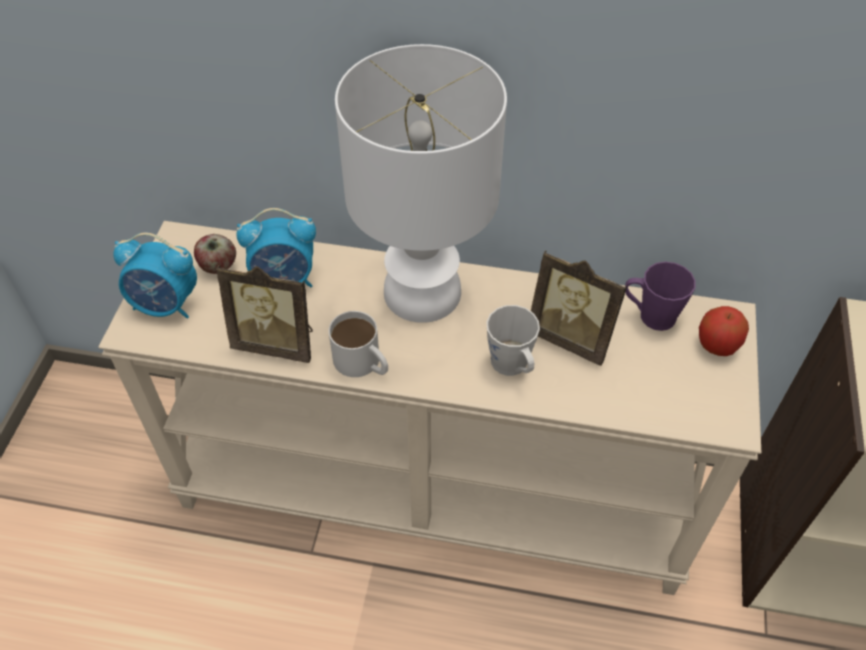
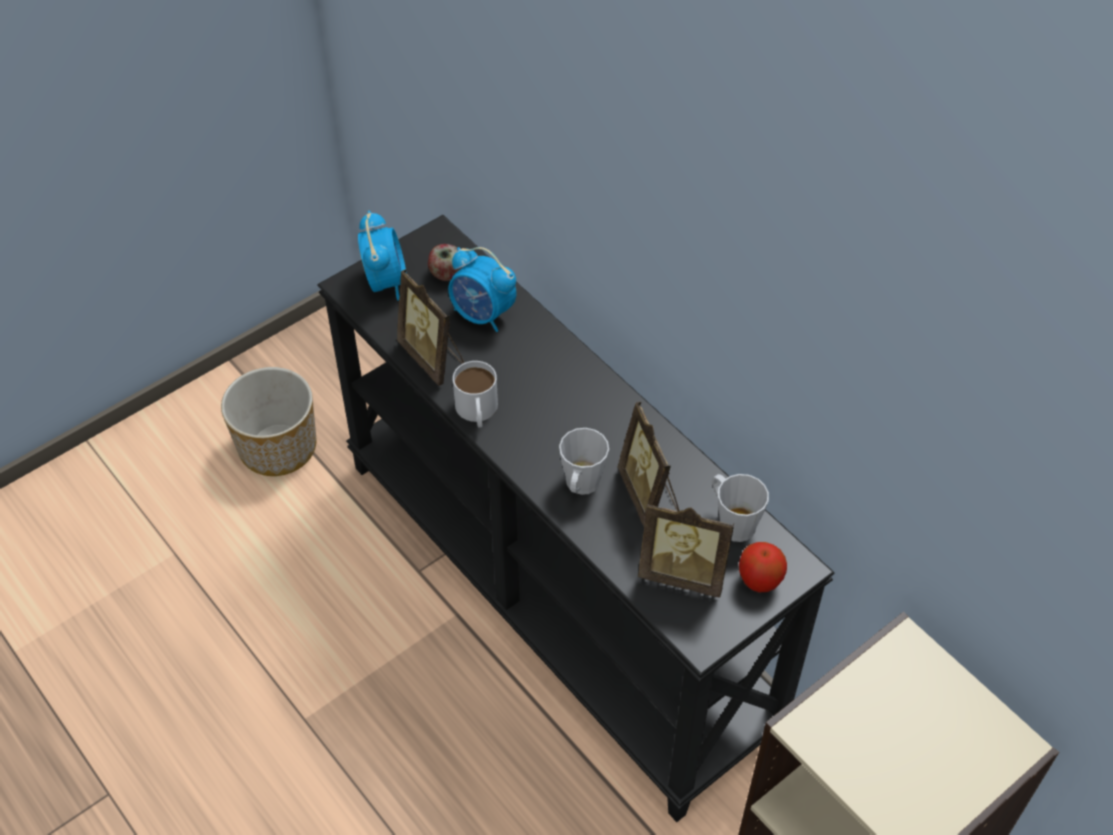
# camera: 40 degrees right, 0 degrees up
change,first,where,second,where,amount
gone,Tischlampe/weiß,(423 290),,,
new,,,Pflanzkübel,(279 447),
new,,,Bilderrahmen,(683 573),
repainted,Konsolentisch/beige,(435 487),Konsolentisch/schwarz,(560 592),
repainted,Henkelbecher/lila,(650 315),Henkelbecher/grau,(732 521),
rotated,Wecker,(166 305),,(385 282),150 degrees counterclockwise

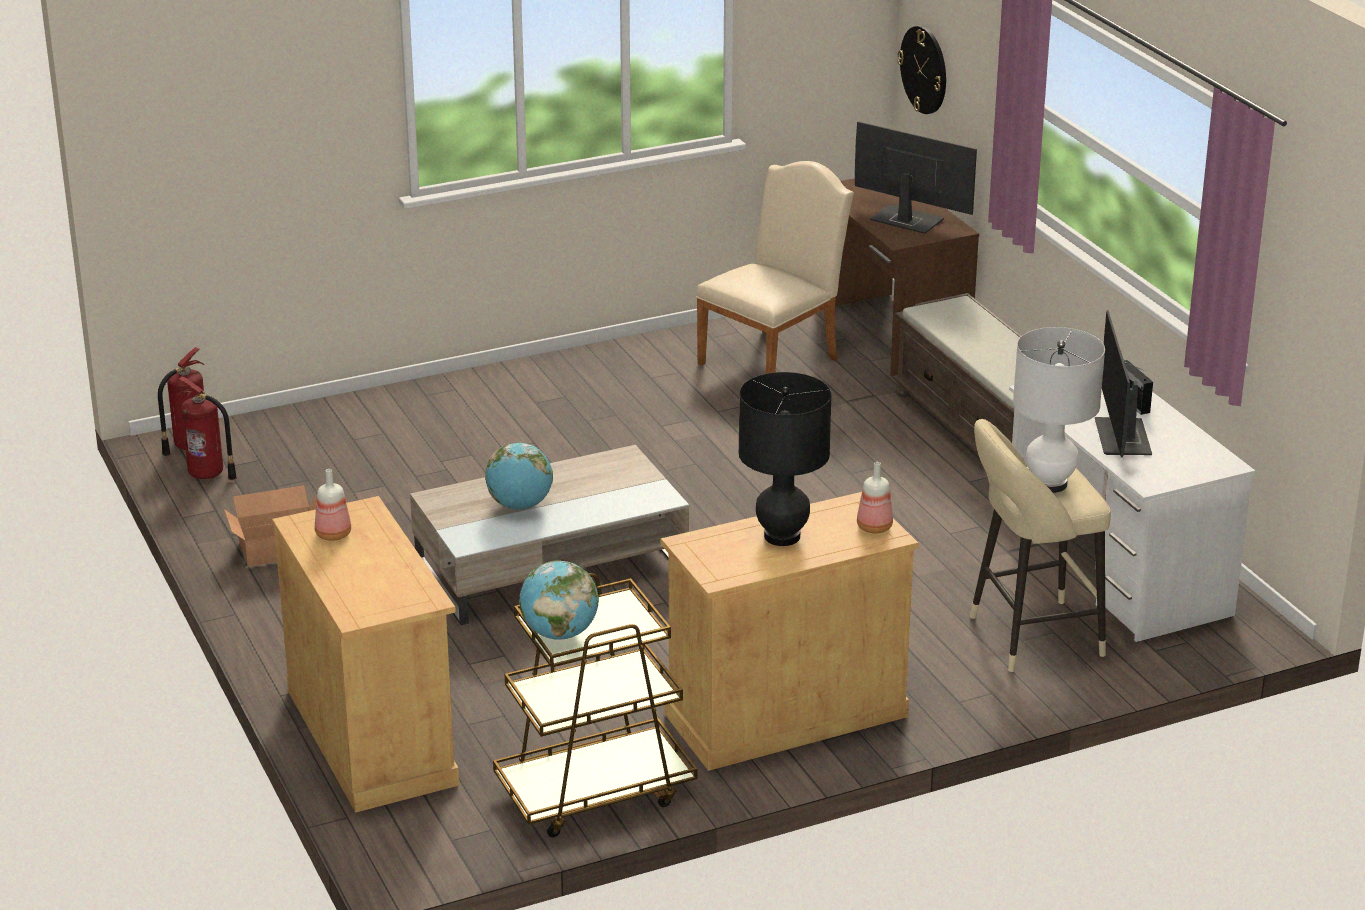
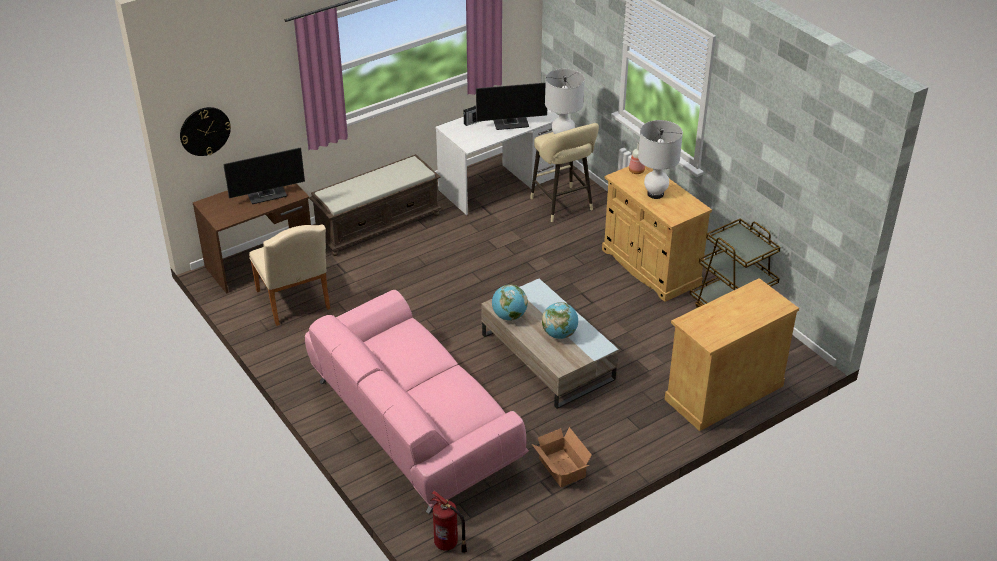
# camera: 100 degrees left, 10 degrees up
change,first,where,second,where,amount
gone,Feuerlöscher,(208 474),,,
gone,Flasche,(332 534),,,
new,,,Sofa/rosa,(413 424),
shifted,Globus,(559 633),,(509 316),
repainted,Tischlampe/schwarz,(782 536),Tischlampe/weiß,(655 194),
rotated,Stuhl/beige,(774 358),,(294 303),150 degrees counterclockwise
rotated,Monitor,(905 220),,(267 194),135 degrees counterclockwise

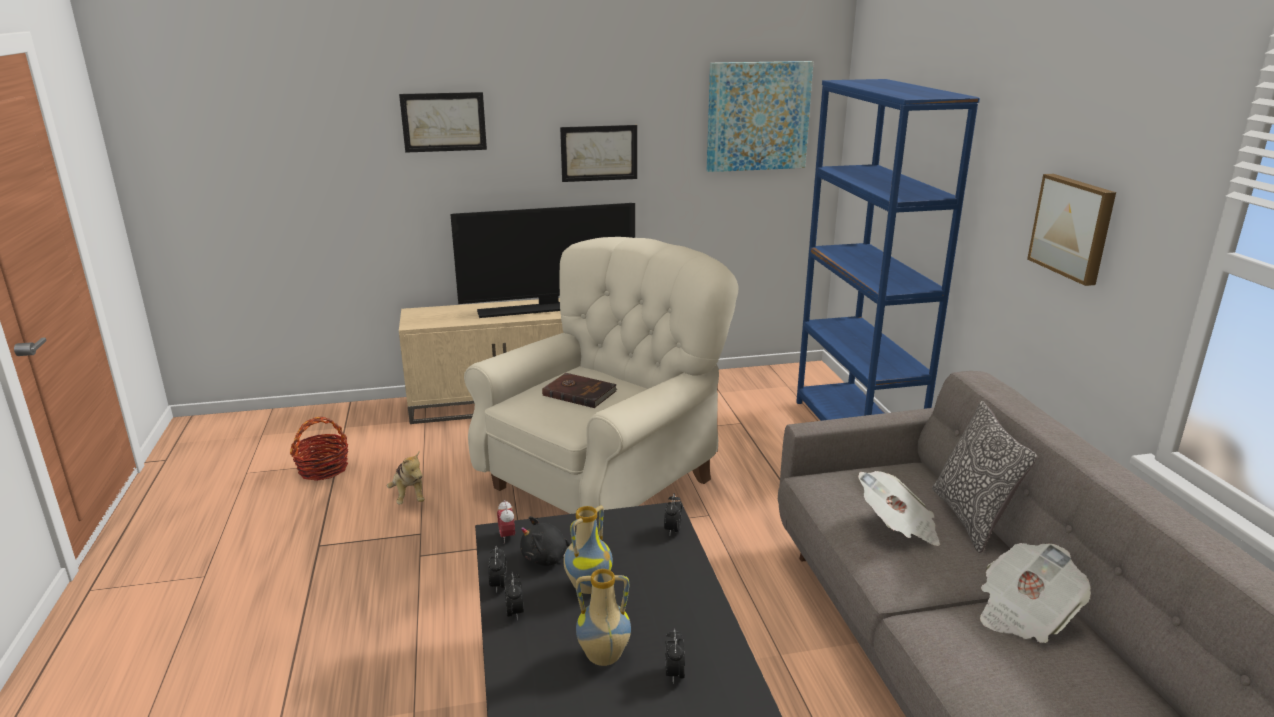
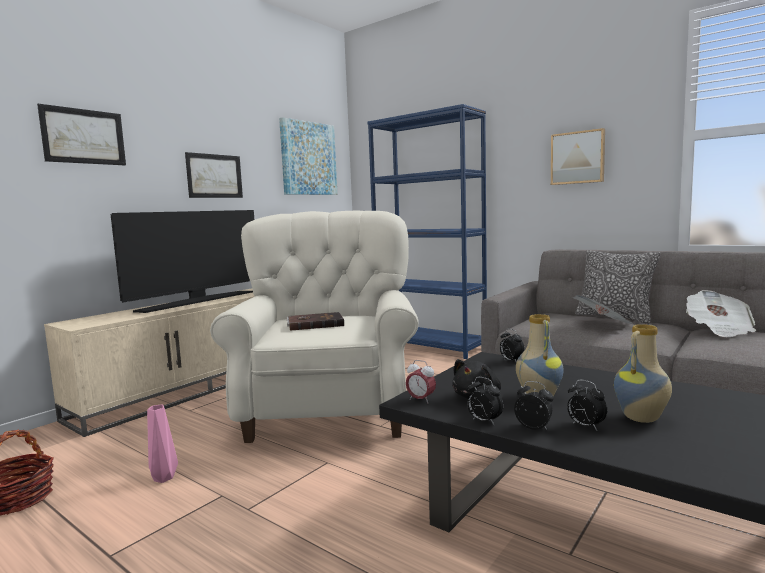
# camera: 40 degrees left, 15 degrees down
change,first,where,second,where,amount
shifted,Wecker,(674 673),,(585 426),
swapped,Plüschtier,(409 496),Vase/rosa,(165 478),

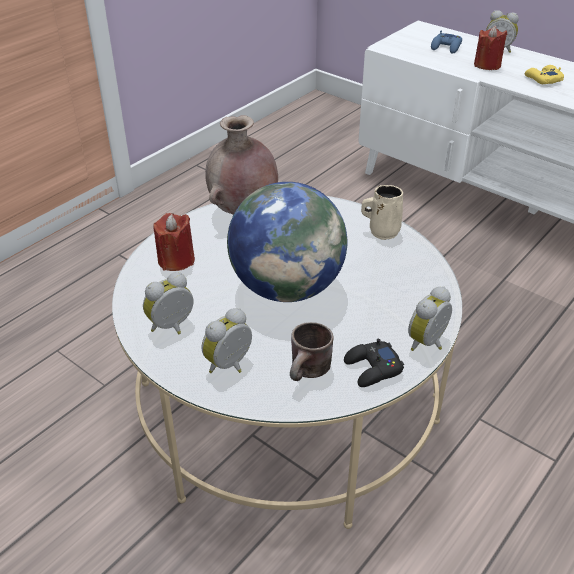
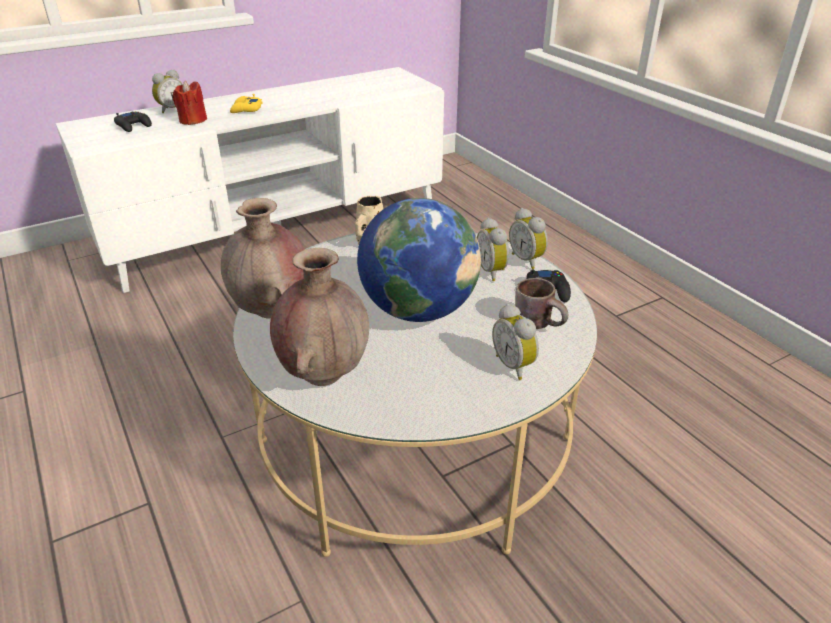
# camera: 70 degrees left, 5 degrees down
change,first,where,second,where,amount
shifted,Wecker,(173 327),,(493 271),
swapped,Kerze/rot,(176 260),Vase/braun,(324 373),
repainted,Gamepad/blau,(446 47),Gamepad/schwarz,(133 126),

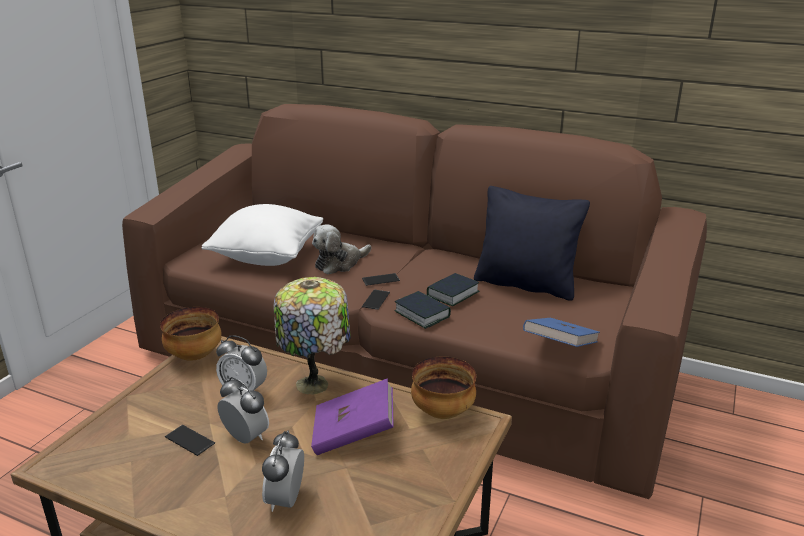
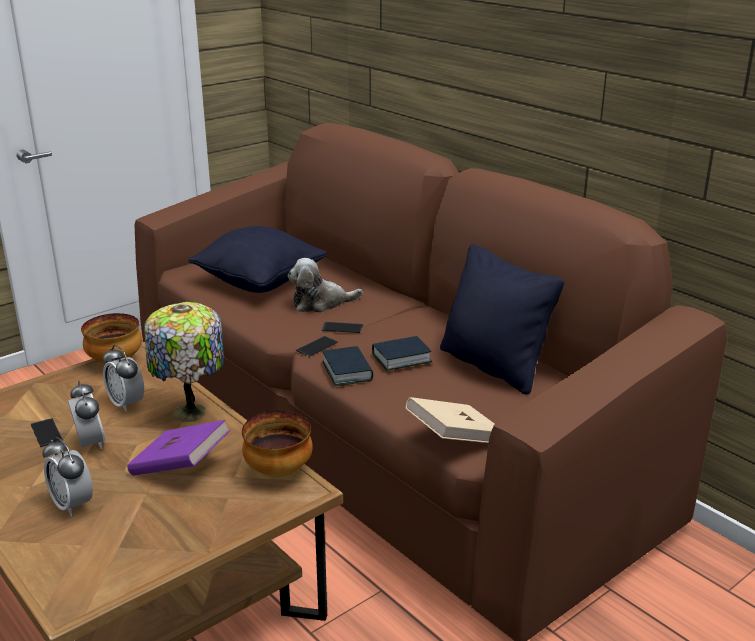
# camera: 25 degrees right, 0 degrees up
change,first,where,second,where,amount
repainted,Kissen/weiß,(267 257),Kissen/schwarz,(260 283),
repainted,Buch/blau,(560 347),Buch/beige,(454 439),
rotated,Wecker,(286 500),,(72 504),75 degrees counterclockwise

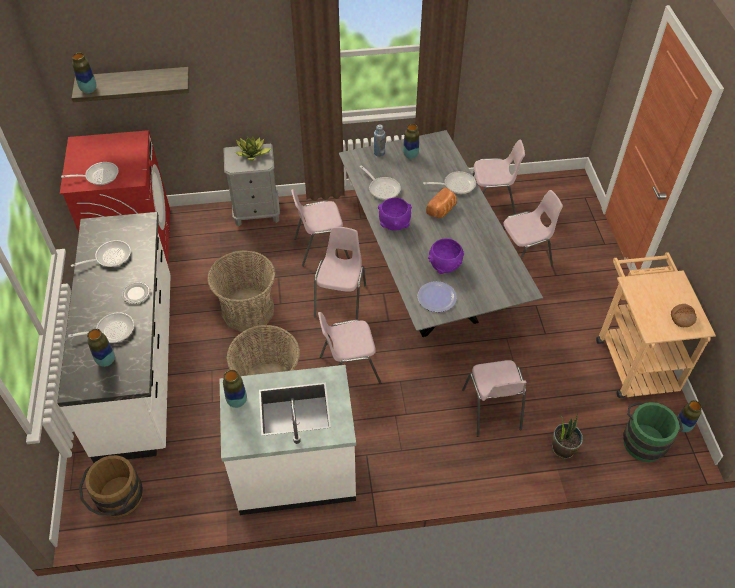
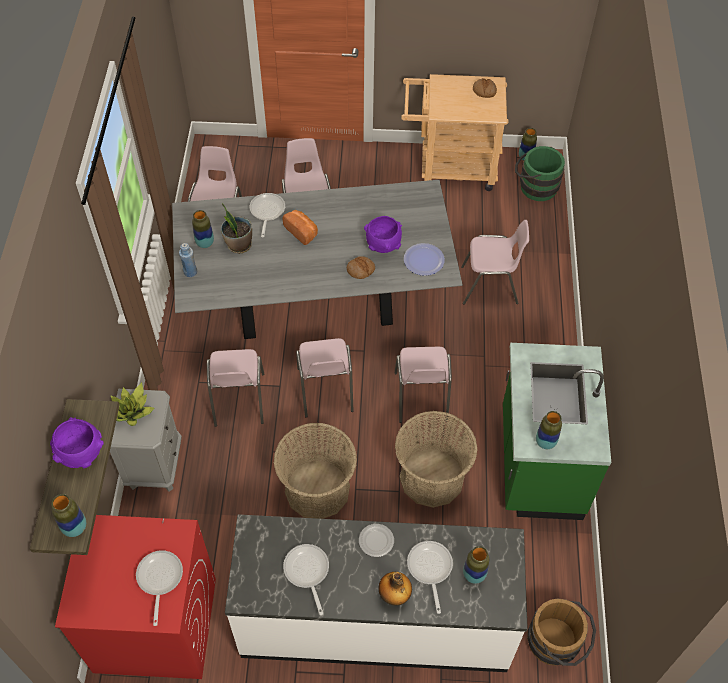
# camera: 80 degrees left, 5 degrees up
change,first,where,second,where,amount
gone,Pfanne,(382 188),,,
new,,,Brot,(360 270),
new,,,Flasche,(394 595),
shifted,Schüssel/lila,(394 224),,(81 454),
shifted,Topfpflanze,(563 448),,(238 245),
repainted,Küchenzeile/weiß,(295 471),Küchenzeile/grün,(538 463),
rotated,Stuhl/rosa,(341 300),,(325 390),120 degrees counterclockwise

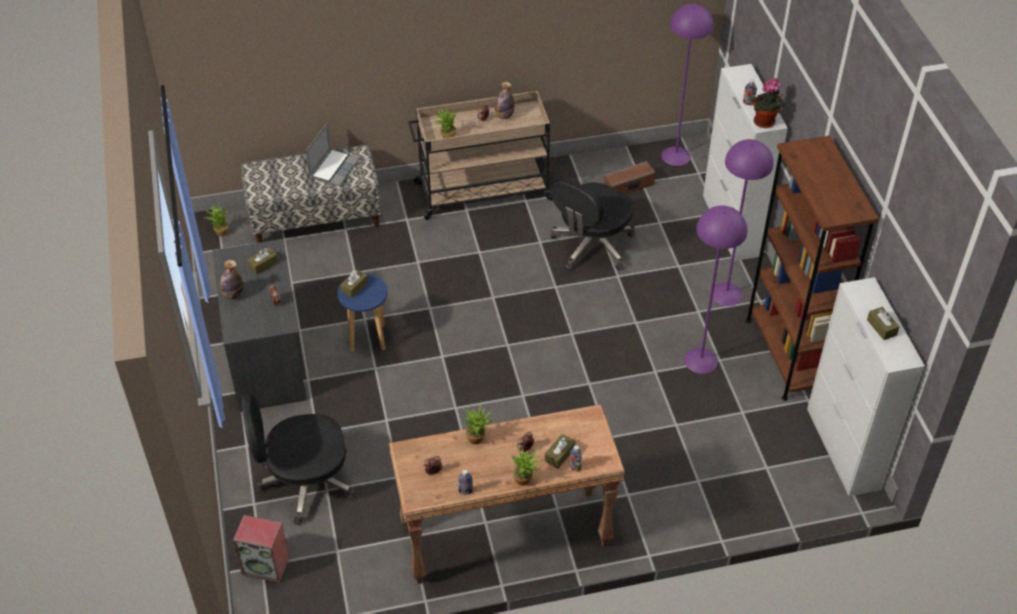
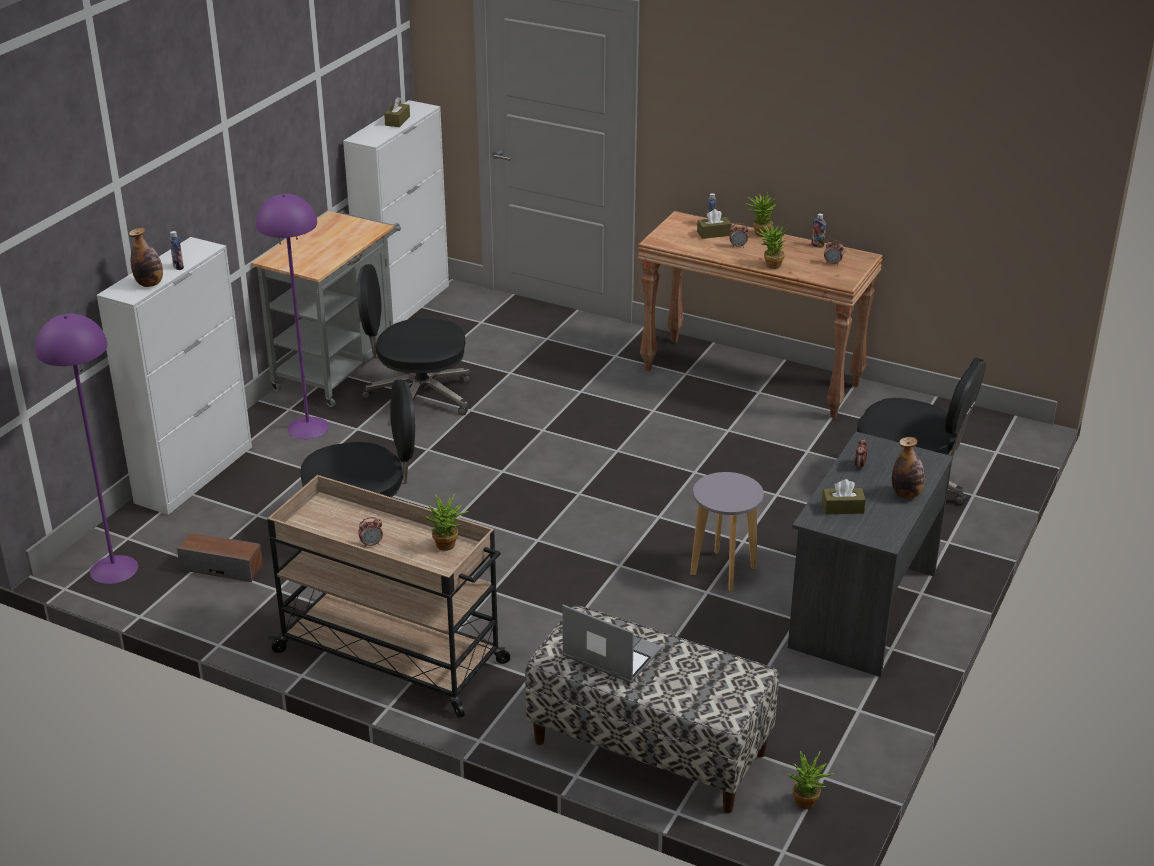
# camera: 140 degrees left, 15 degrees down
change,first,where,second,where,amount
gone,Lautsprecher,(266 565),,,
gone,Taschentuchbox/braun,(354 287),,,
gone,Topfpflanze,(765 123),,,
shifted,Flasche,(504 116),,(150 284),
swapped,Stehlampe/lila,(701 360),Bürostuhl/schwarz,(417 397),
swapped,Bücherregal/braun,(786 355),Rollwagen/grau,(340 367),
repainted,Hocker/blau,(368 338),Hocker/grau,(723 571),
rotated,Laptop,(334 168),,(610 654),60 degrees clockwise

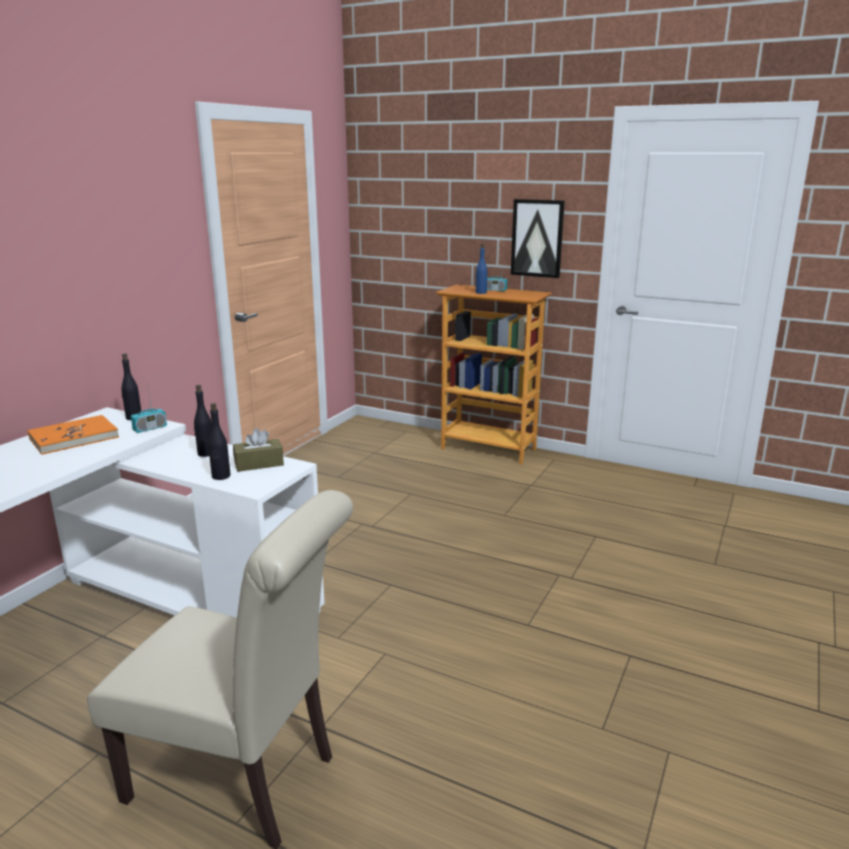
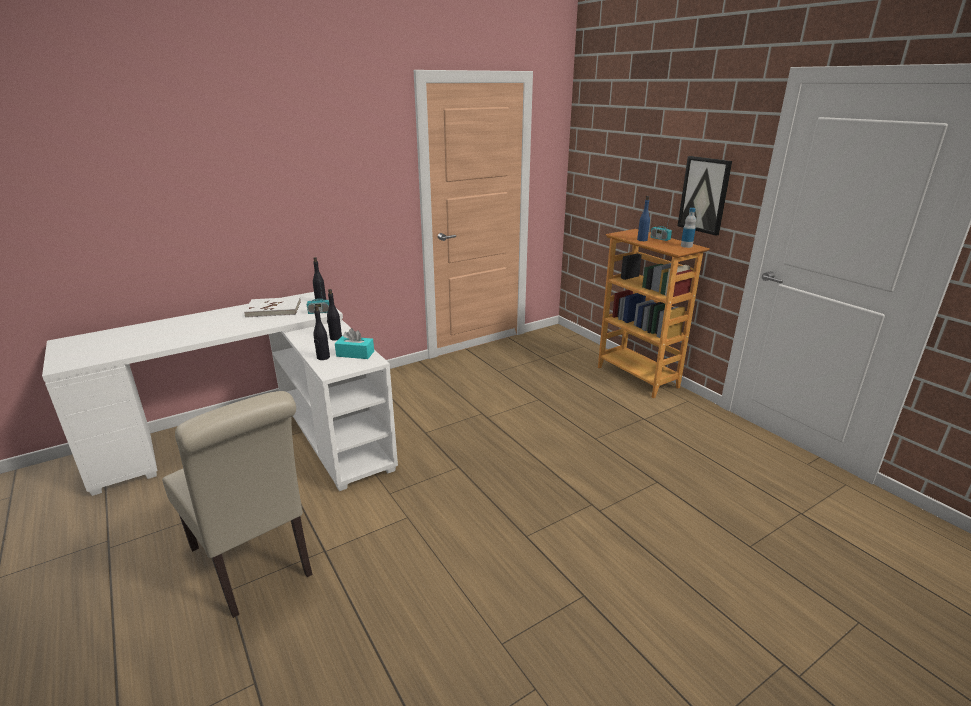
# camera: 30 degrees right, 5 degrees up
change,first,where,second,where,amount
new,,,Flasche,(686 246),
repainted,Buch/orange,(74 438),Buch/weiß,(274 309),
repainted,Taschentuchbox/braun,(259 464),Taschentuchbox/türkis,(355 354),

